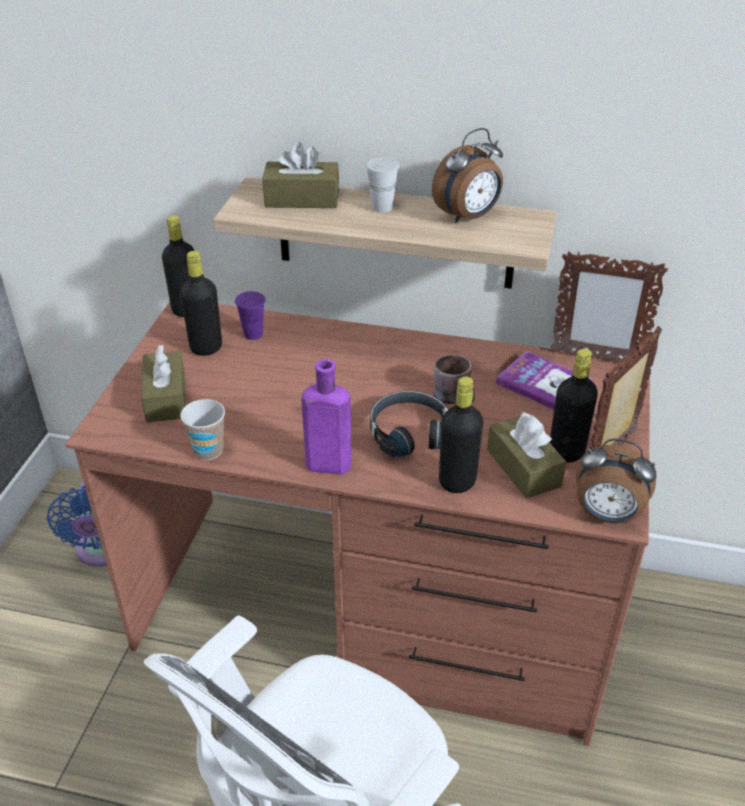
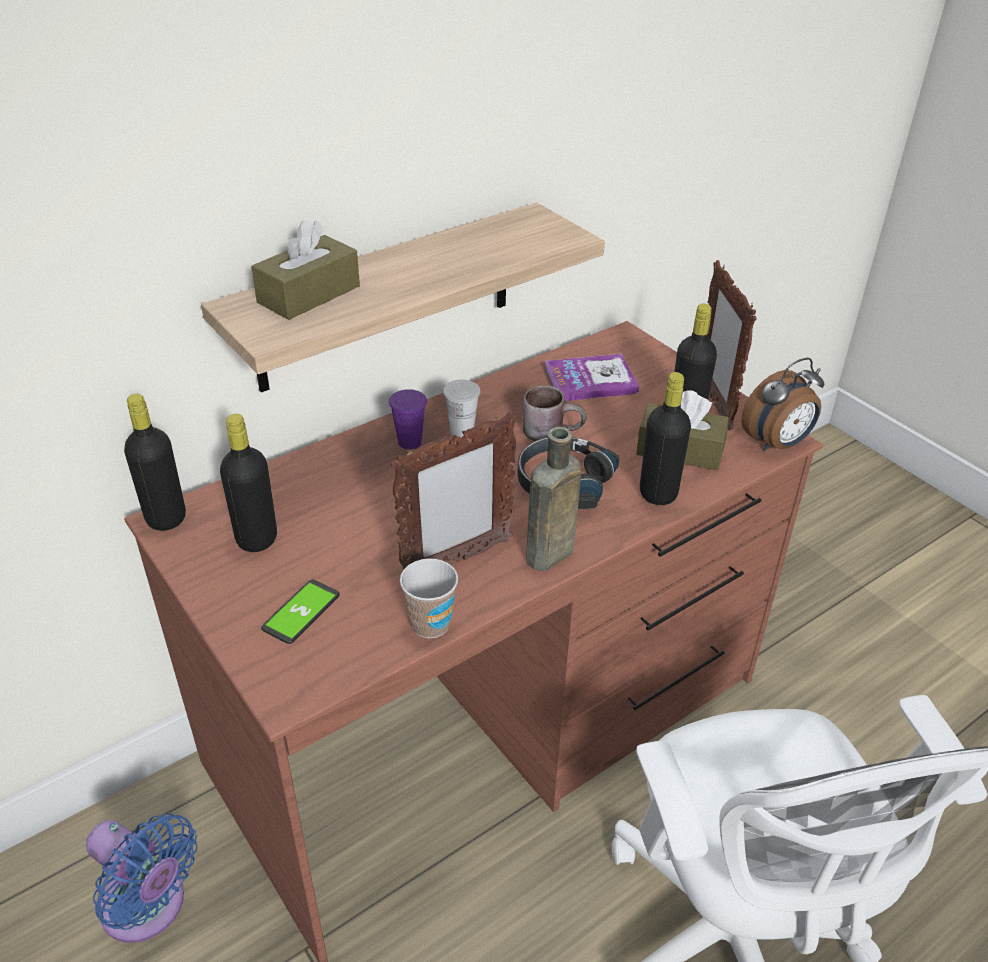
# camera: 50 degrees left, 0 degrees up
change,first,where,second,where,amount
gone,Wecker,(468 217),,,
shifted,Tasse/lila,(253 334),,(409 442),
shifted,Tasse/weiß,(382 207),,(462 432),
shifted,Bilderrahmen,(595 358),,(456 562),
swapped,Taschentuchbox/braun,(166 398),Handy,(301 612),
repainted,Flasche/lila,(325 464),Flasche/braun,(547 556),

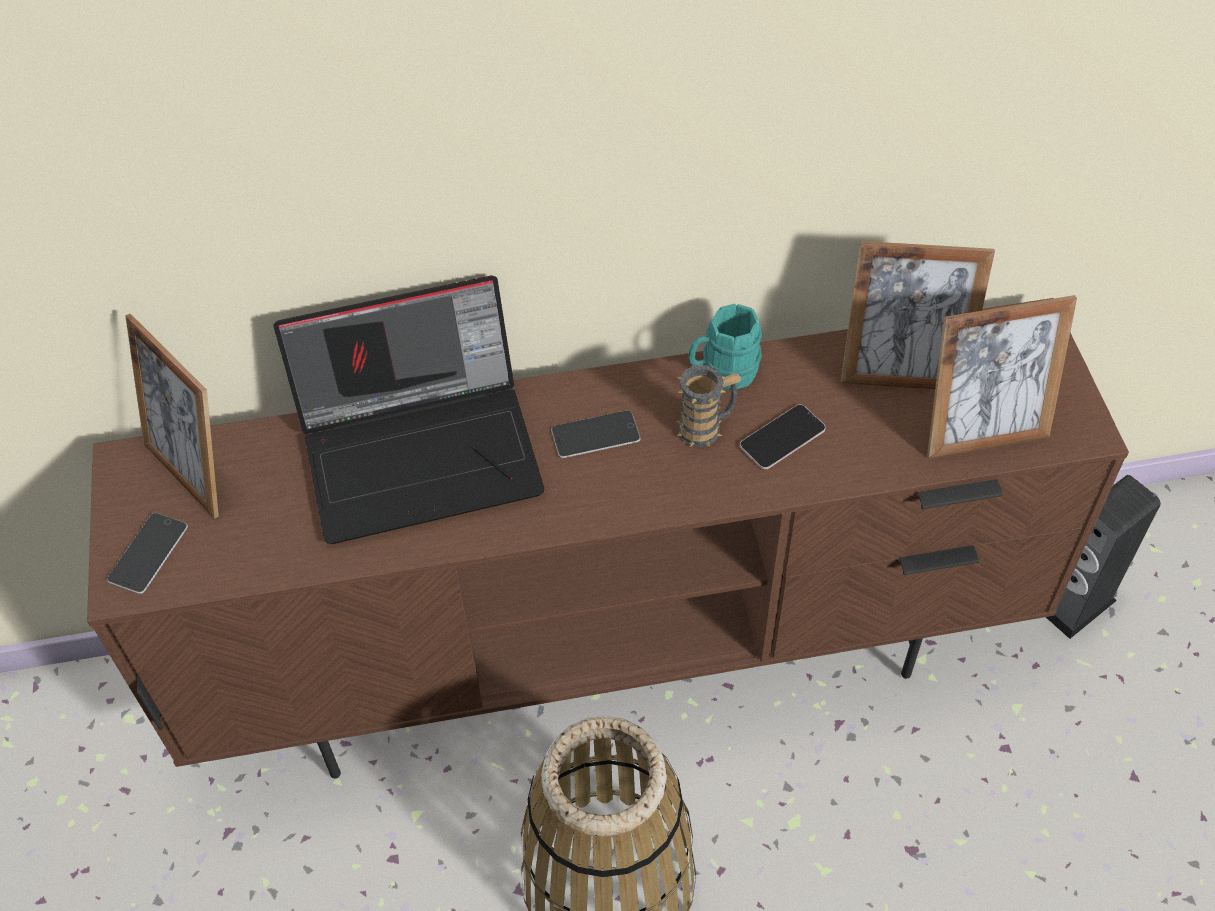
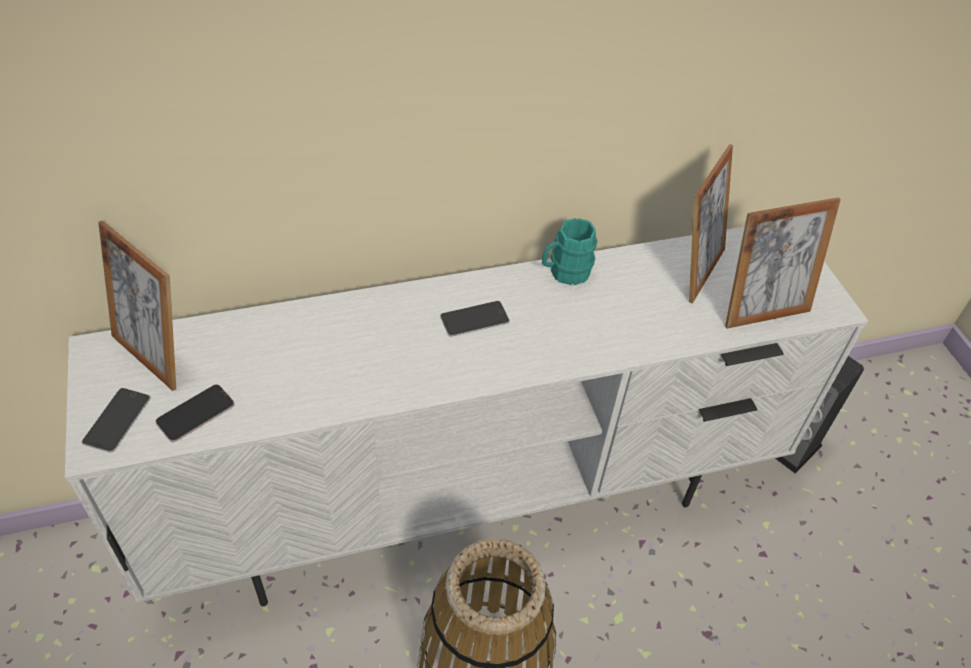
# camera: 10 degrees left, 5 degrees down
change,first,where,second,where,amount
gone,Laptop,(423 450),,,
gone,Henkelbecher,(706 428),,,
shifted,Handy,(782 438),,(195 413),
repainted,Fernsehschrank/braun,(616 658),Fernsehschrank/weiß,(474 503),
rotated,Bilderrahmen,(902 373),,(696 270),60 degrees counterclockwise

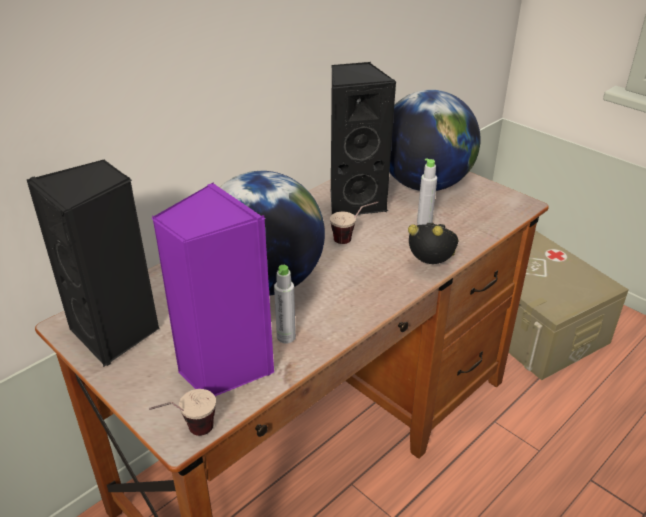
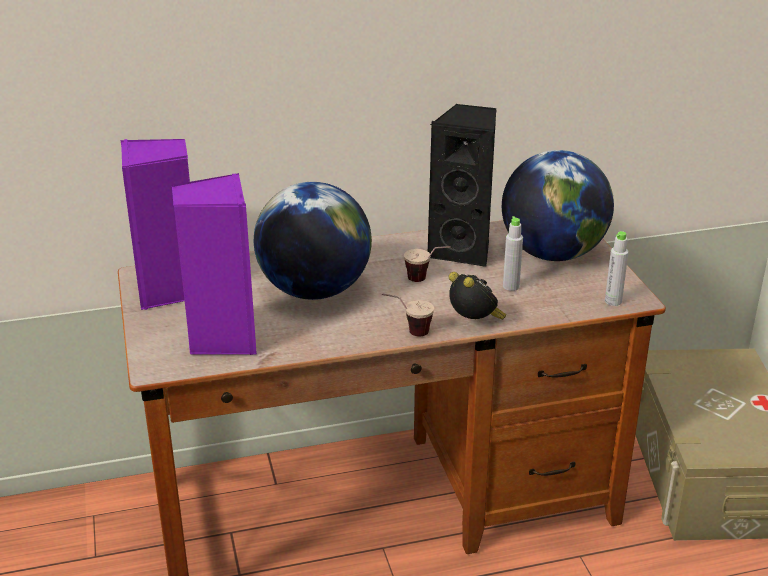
# camera: 30 degrees right, 5 degrees down
change,first,where,second,where,amount
shifted,Tasse,(188 434),,(407 333),
shifted,Flasche/grau,(286 337),,(613 301),
repainted,Lautsprecher/schwarz,(117 333),Lautsprecher/lila,(169 291),

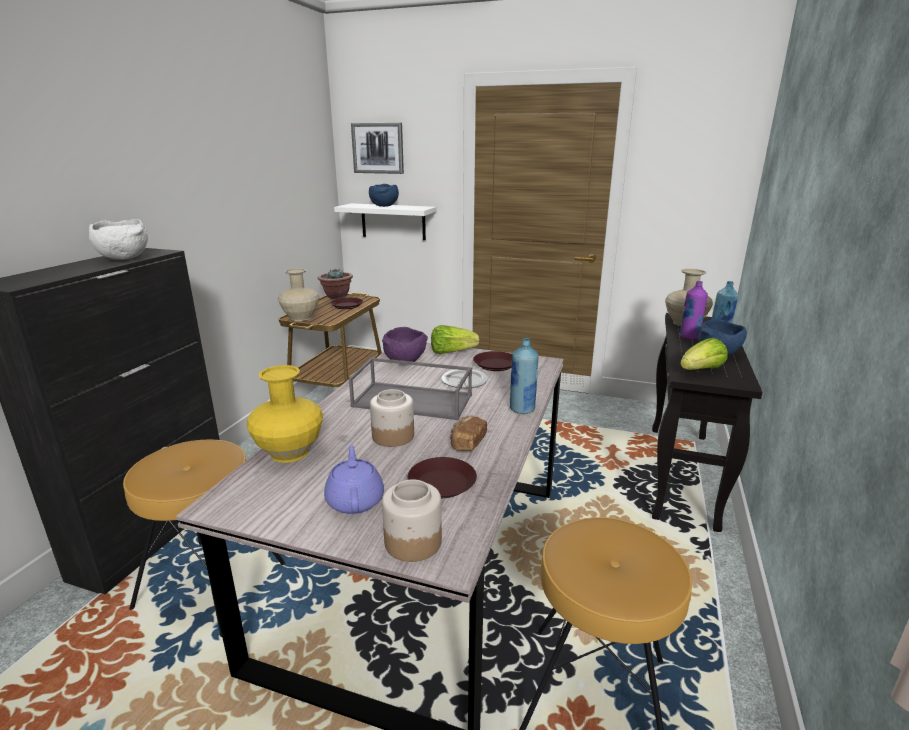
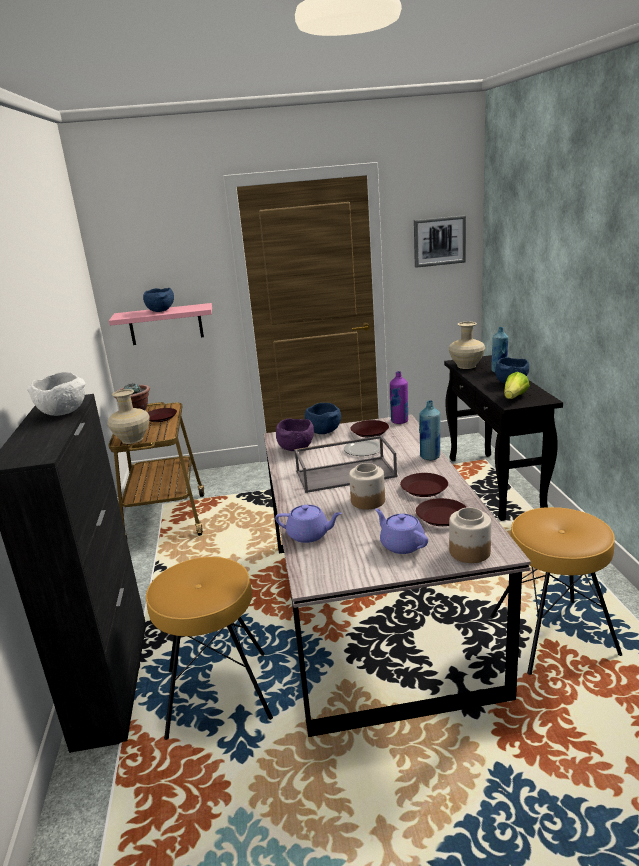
# camera: 25 degrees left, 0 degrees up
change,first,where,second,where,amount
shifted,Bild,(378 148),,(439 241),
shifted,Flasche/lila,(689 337),,(399 421),
swapped,Vase/gelb,(290 452),Teekanne/lila,(309 535),
swapped,Salatkopf,(451 352),Schüssel/blau,(323 432),
swapped,Brot,(467 443),Teller/braun,(423 489),
repainted,Wandregal/weiß,(393 221),Wandregal/rosa,(166 324),

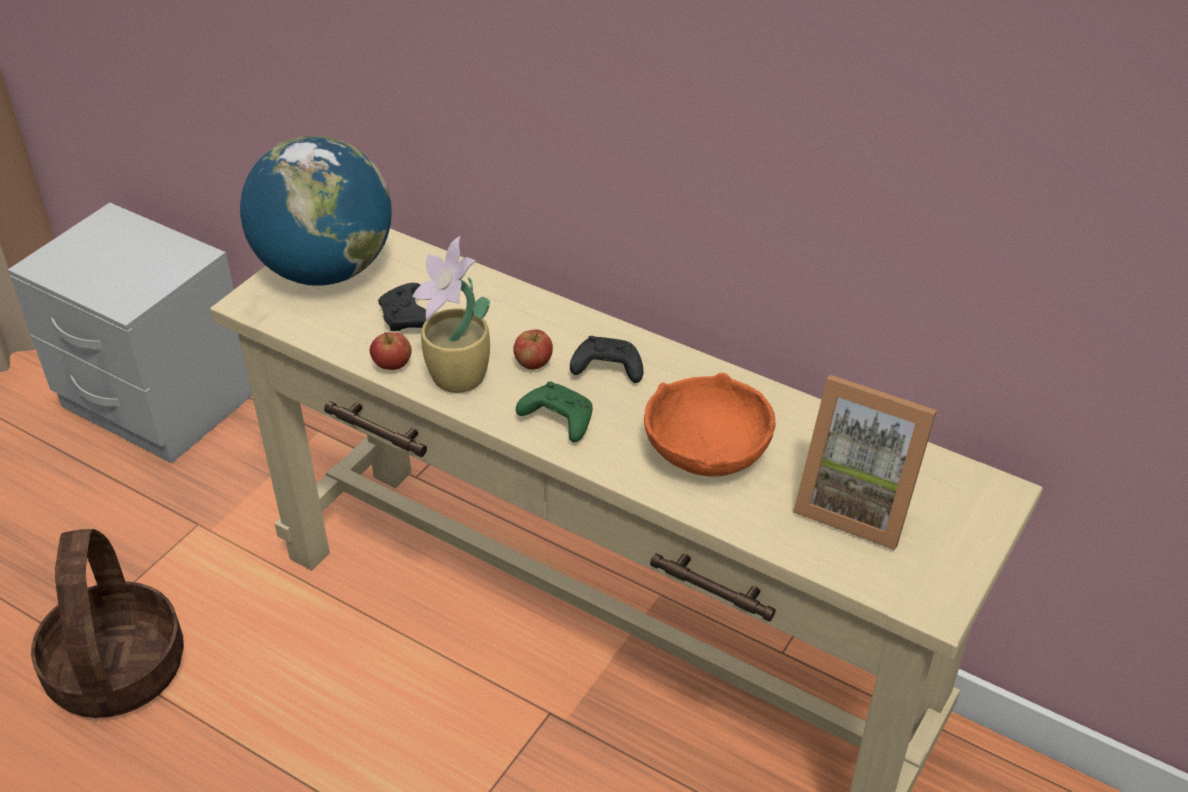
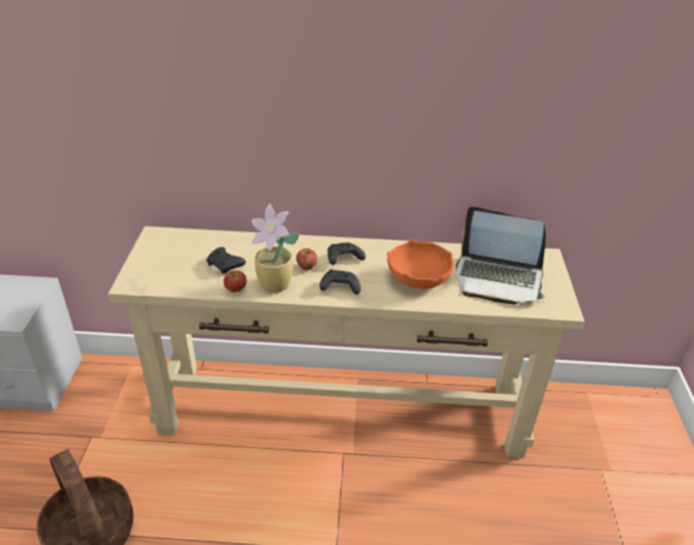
# camera: 30 degrees left, 5 degrees down
change,first,where,second,where,amount
gone,Globus,(325 270),,,
swapped,Bilderrahmen,(857 503),Laptop,(498 279),
repainted,Gamepad/grün,(557 420),Gamepad/schwarz,(339 288),

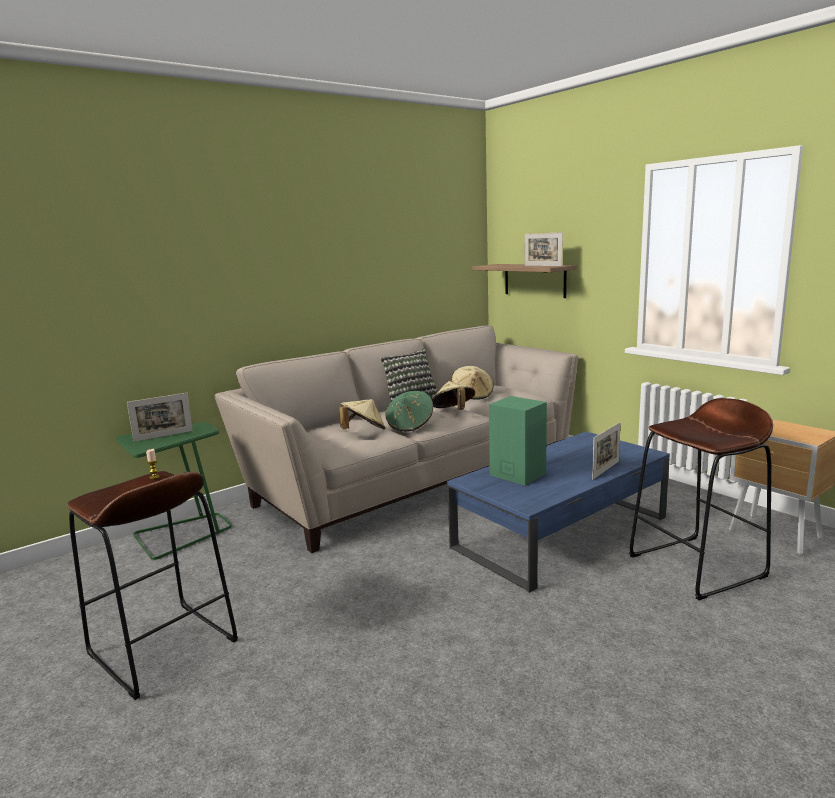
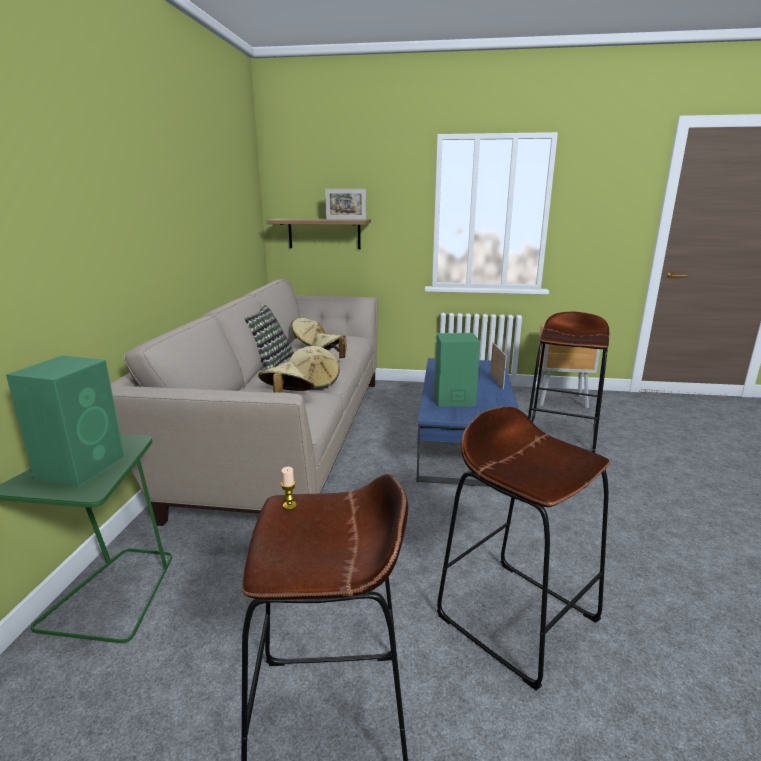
# camera: 45 degrees left, 5 degrees up
change,first,where,second,where,amount
new,,,Hocker/braun,(517 617),
swapped,Bilderrahmen,(163 436),Lautsprecher/grün,(82 466),
repainted,Hut/grün,(410 425),Hut/beige,(315 382),

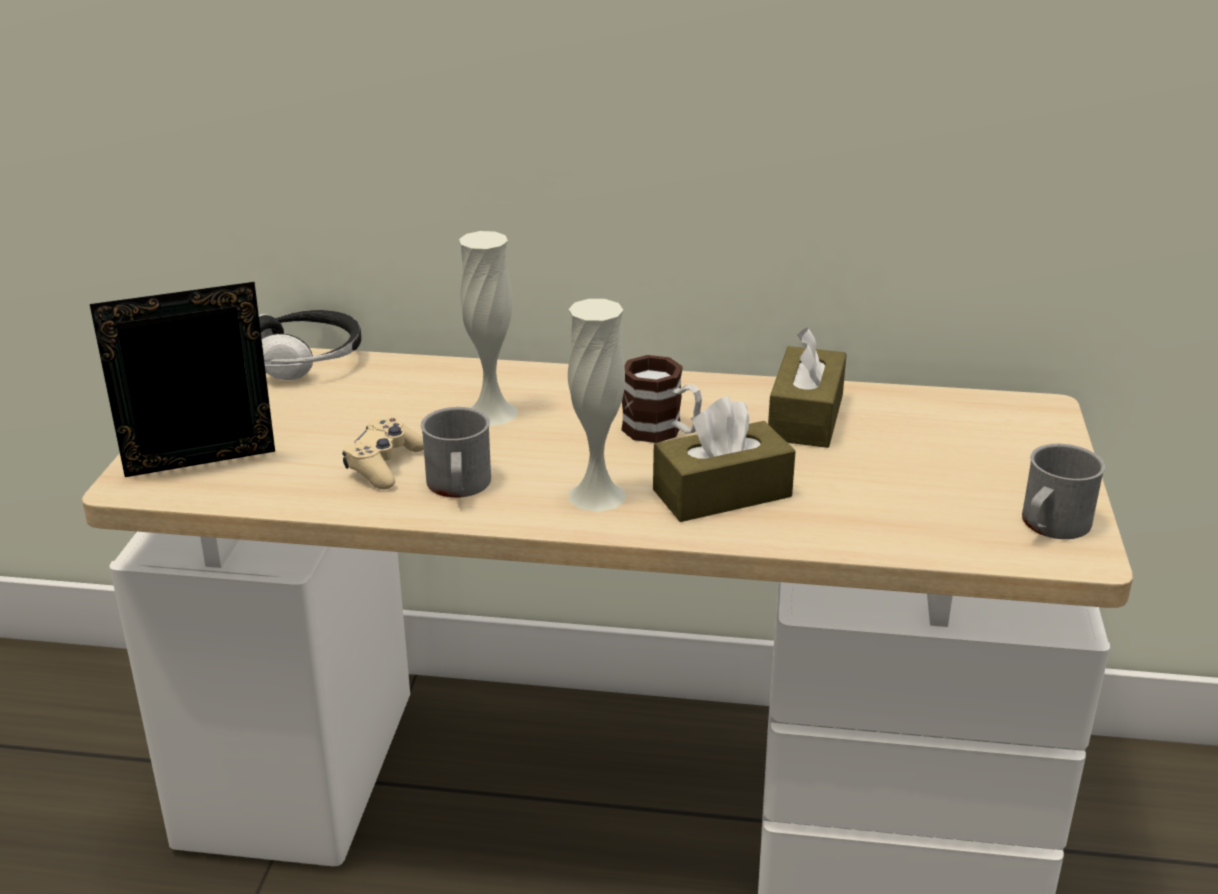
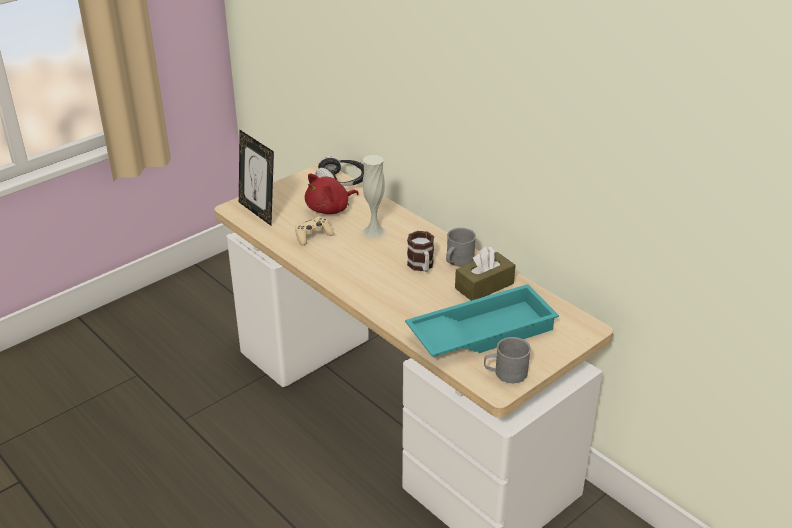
# camera: 40 degrees right, 5 degrees up
change,first,where,second,where,amount
gone,Vase/weiß,(596 495),,,
gone,Taschentuchbox/braun,(722 493),,,
new,,,Plüschtier/rot,(330 209),
new,,,Tablett/türkis,(481 331),
shifted,Henkelbecher/grau,(458 487),,(457 261),
rotated,Bilderrahmen,(202 470),,(258 212),150 degrees counterclockwise

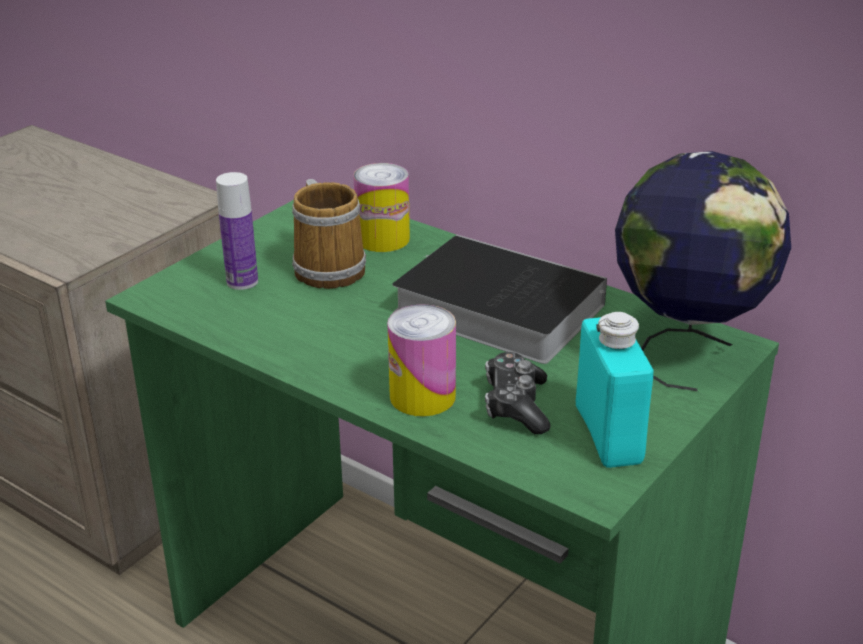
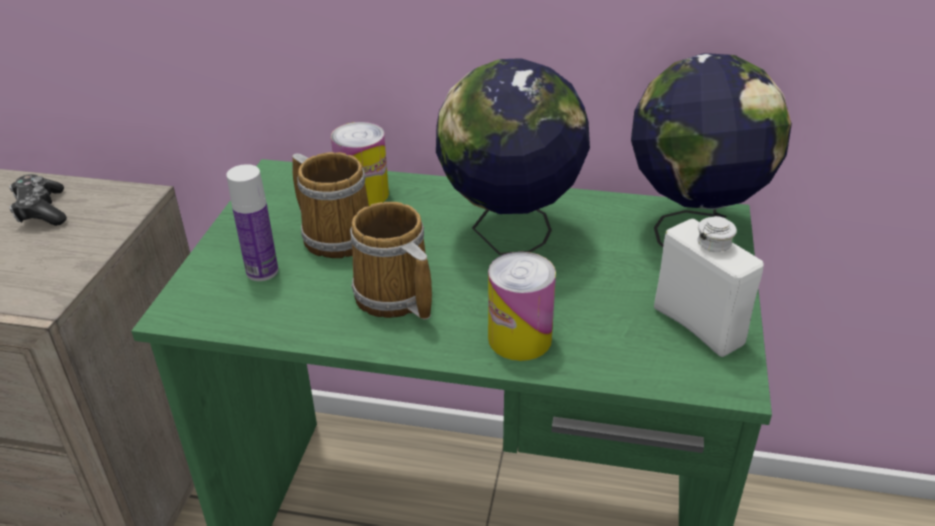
# camera: 25 degrees left, 5 degrees up
change,first,where,second,where,amount
new,,,Henkelbecher,(393 298),
shifted,Gamepad,(516 405),,(41 211),
swapped,Buch,(492 308),Globus,(510 235),
repainted,Flasche/türkis,(608 435),Flasche/weiß,(698 325),

